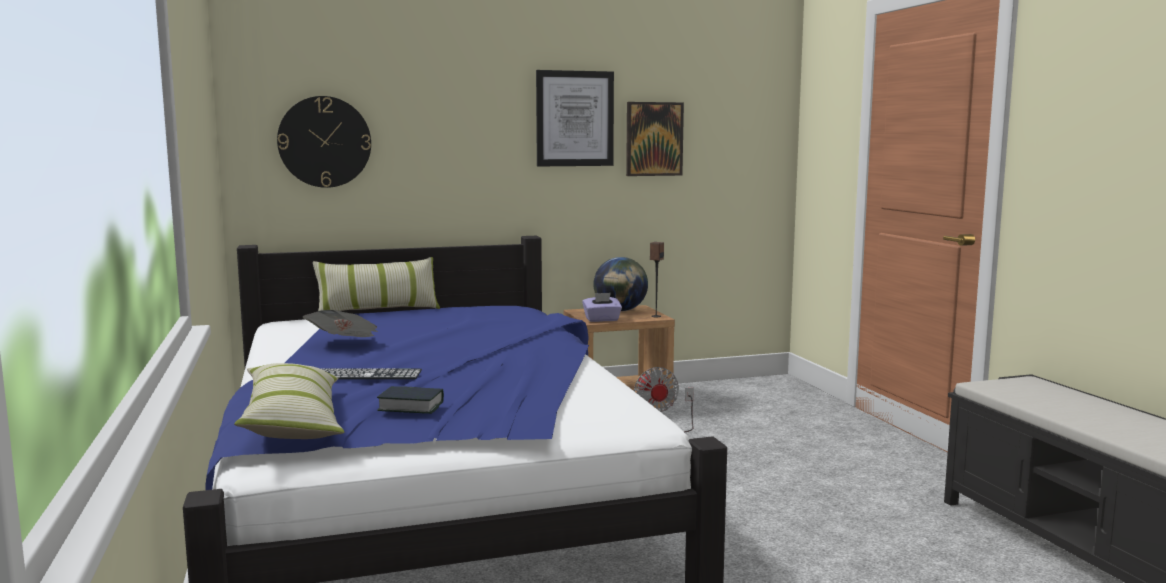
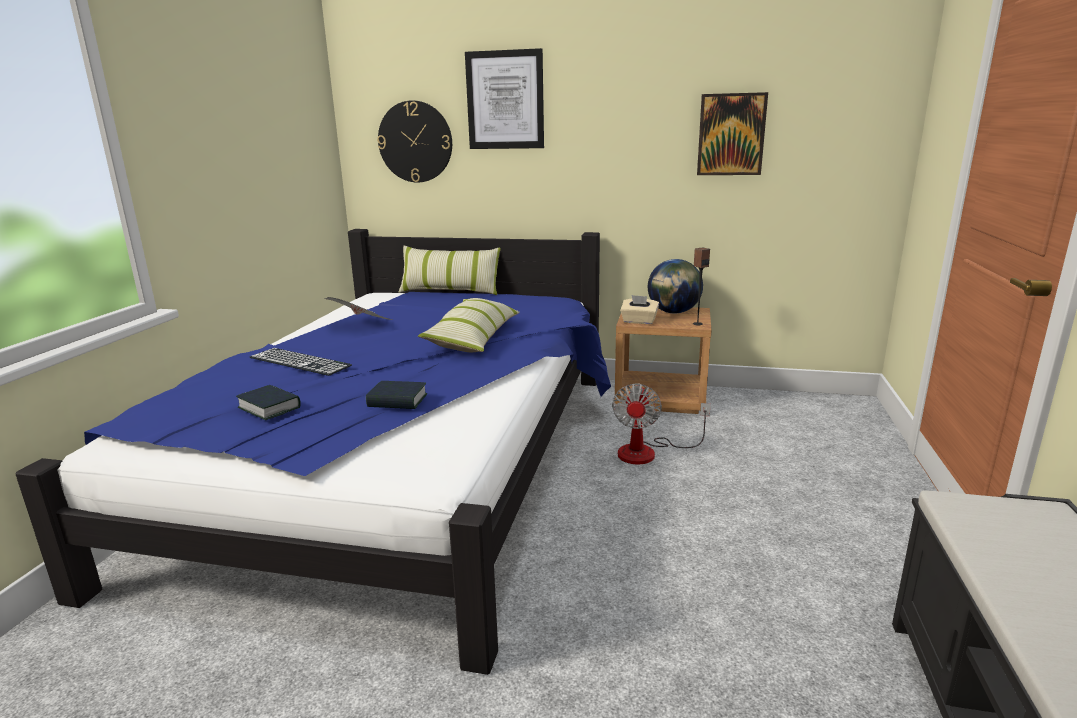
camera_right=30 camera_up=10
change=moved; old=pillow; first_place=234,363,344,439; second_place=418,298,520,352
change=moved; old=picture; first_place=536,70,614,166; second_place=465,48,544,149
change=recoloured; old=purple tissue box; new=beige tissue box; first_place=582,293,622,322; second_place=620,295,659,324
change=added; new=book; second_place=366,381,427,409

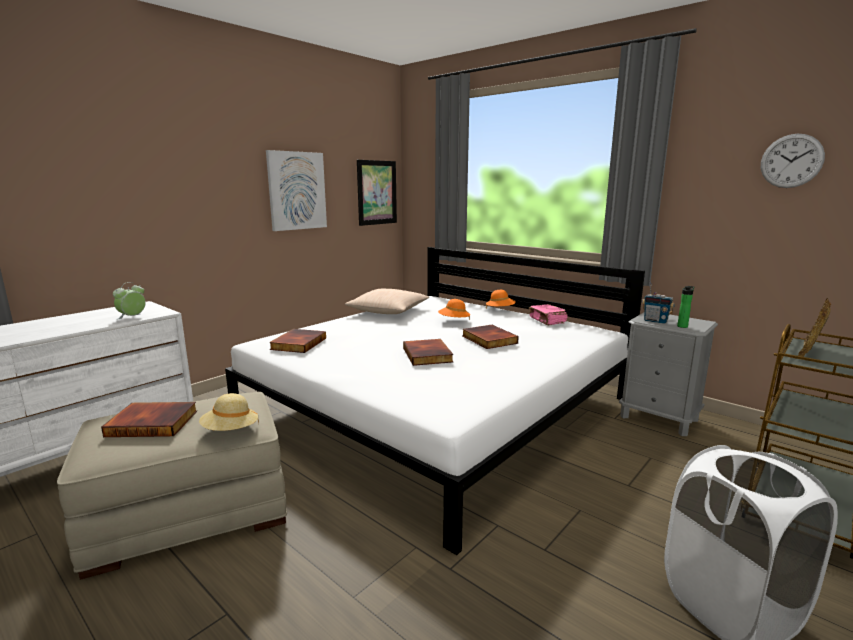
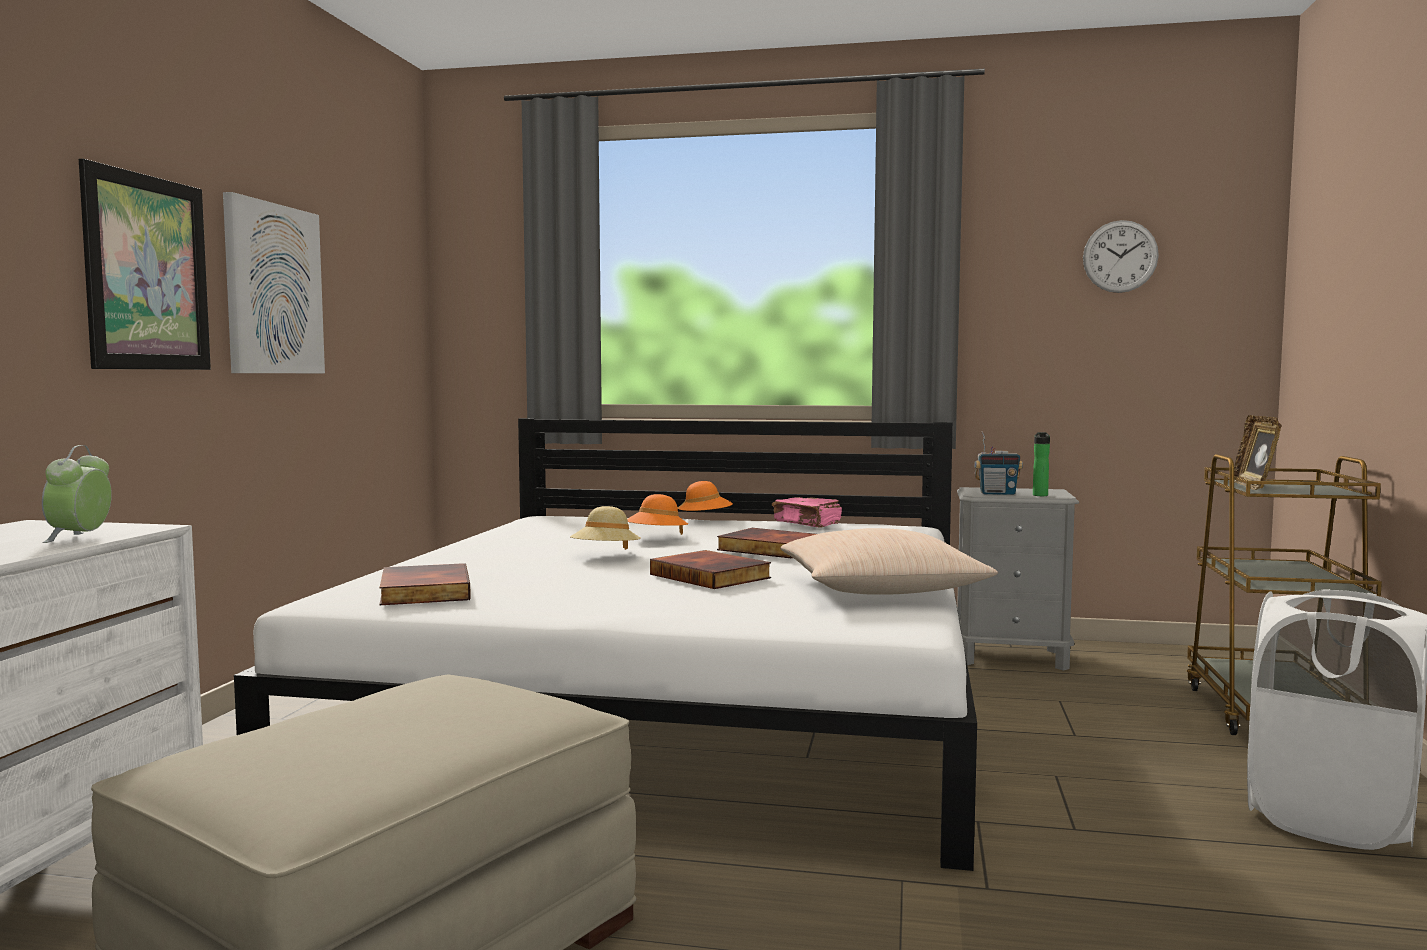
camera_right=-30 camera_up=-10
change=removed; old=book; first_place=101,402,197,437
change=moved; old=beige hat; first_place=199,393,259,431; second_place=570,506,641,550
change=moved; old=beige pillow; first_place=345,289,429,314; second_place=780,528,998,595
change=moved; old=picture; first_place=357,160,397,226; second_place=79,159,211,370

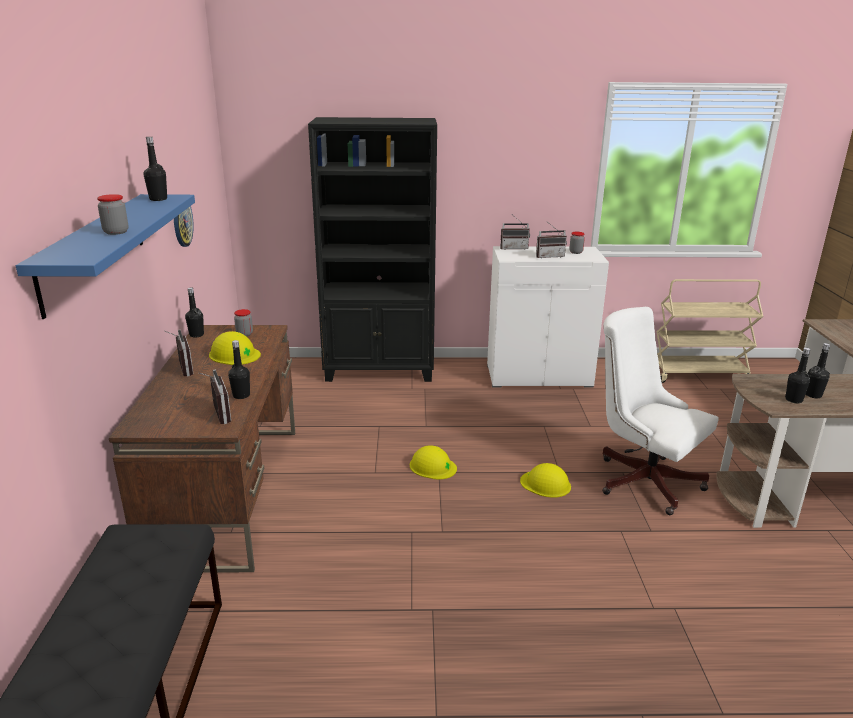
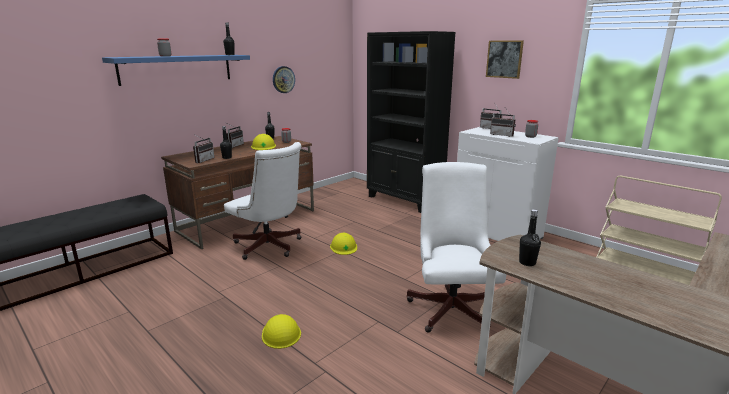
camera_right=45 camera_up=-5
change=moved; old=yellow hard hat; first_place=520,463,571,498; second_place=262,314,301,349
change=removed; old=black bottle; first_place=806,343,830,398
change=added; new=white office chair; second_place=224,142,302,260
change=added; new=picture; second_place=486,40,524,79

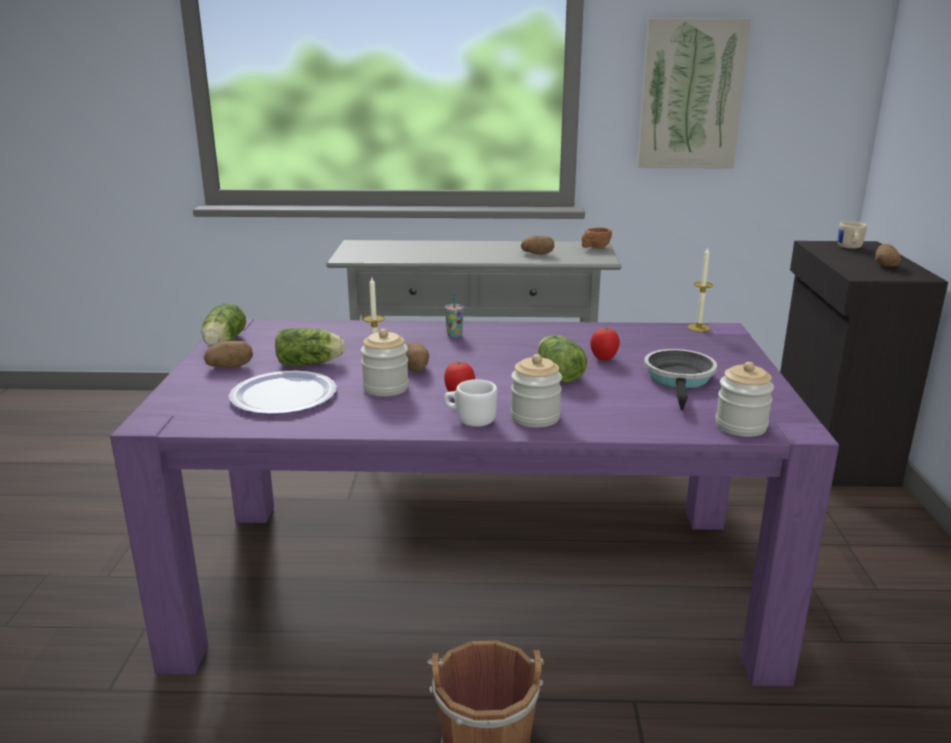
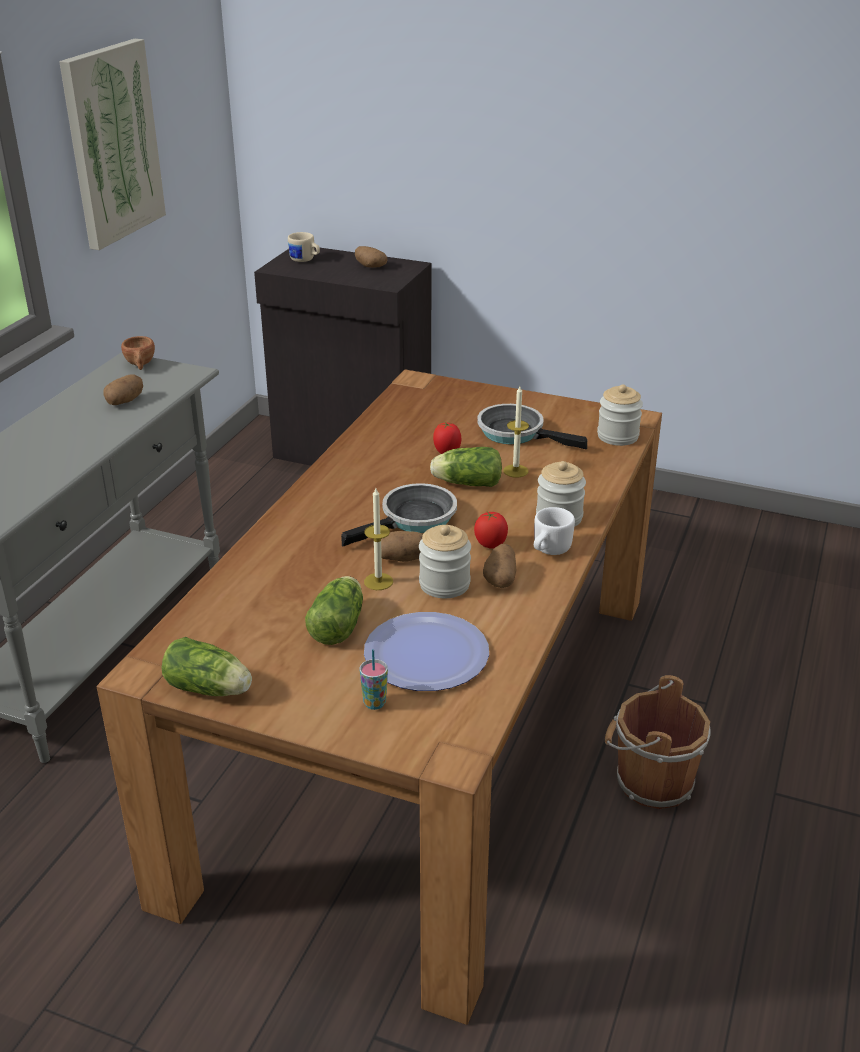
camera_right=-70 camera_up=10
change=recoloured; old=purple dining table; new=brown dining table; first_place=110,319,839,687; second_place=97,369,662,1025
change=moved; old=potato; first_place=204,341,253,368; second_place=483,544,516,588
change=moved; old=cup; first_place=445,292,464,338; second_place=359,649,388,710
change=moved; old=candle; first_place=688,247,714,332; second_place=503,386,529,478
change=added; new=frying pan; second_place=341,483,457,546

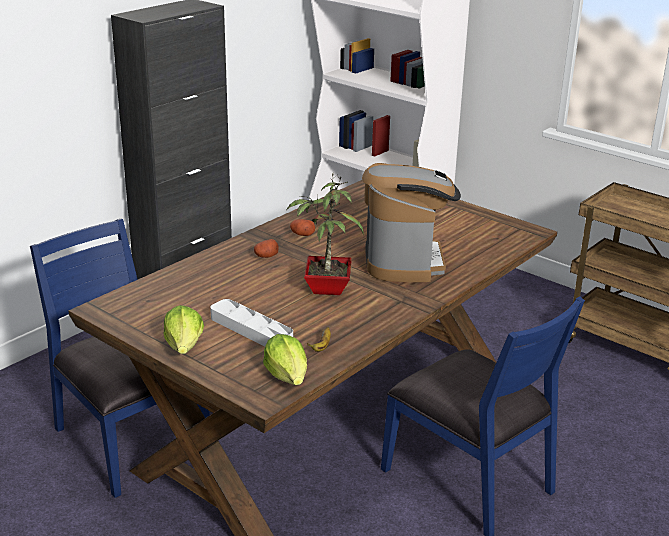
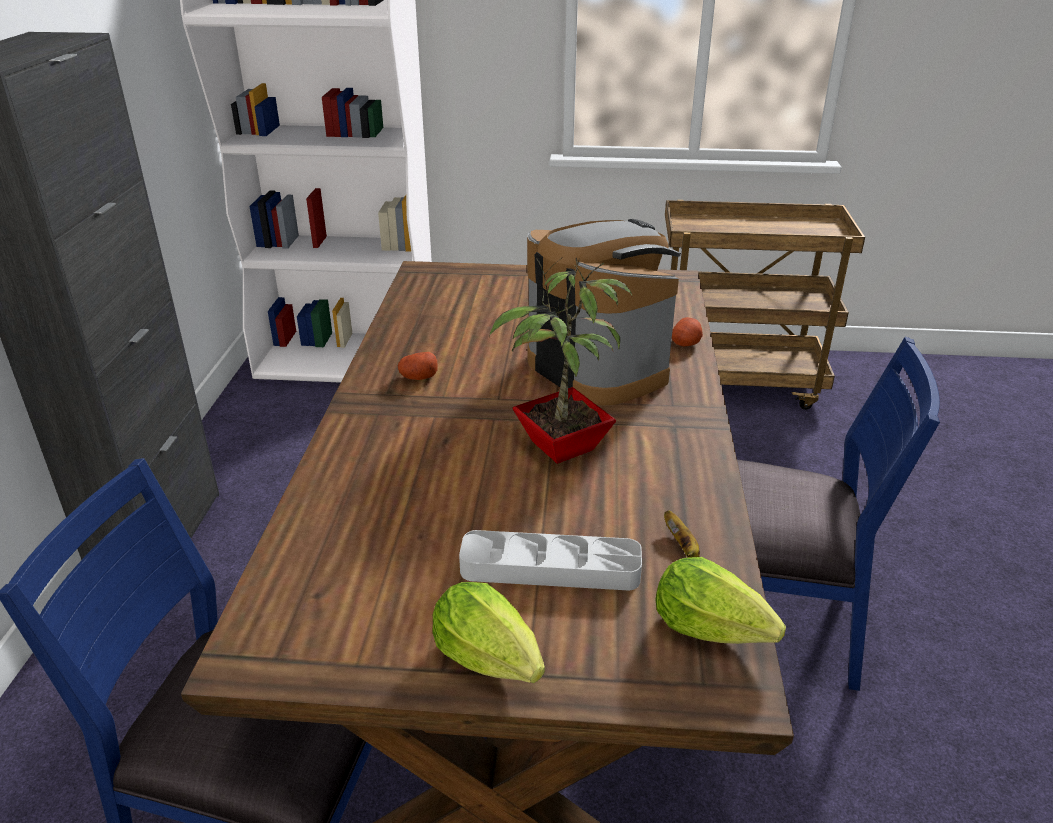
camera_right=-35 camera_up=5
change=moved; old=potato; first_place=254,239,279,258; second_place=672,317,703,346

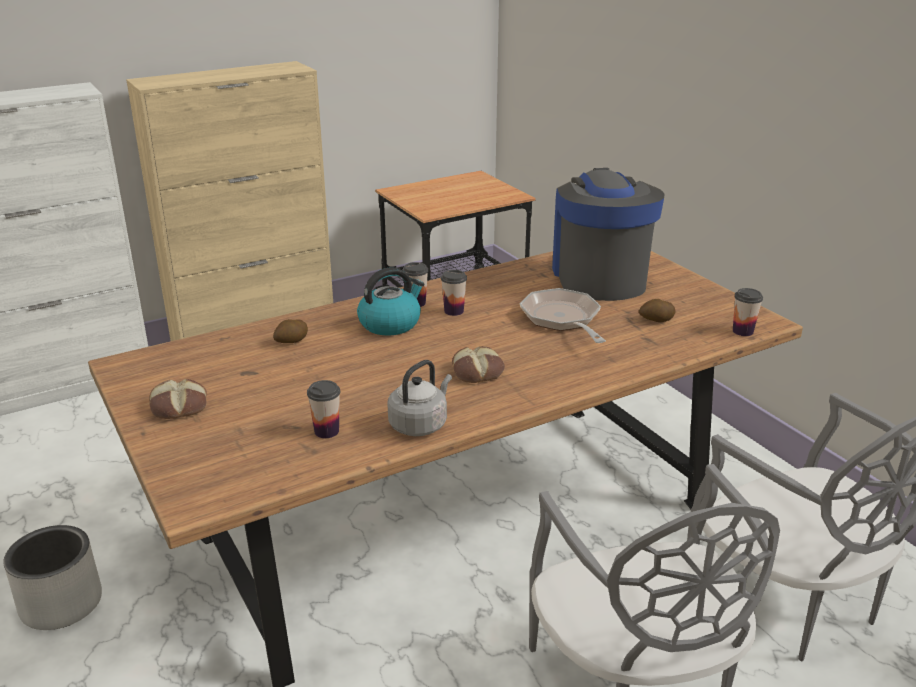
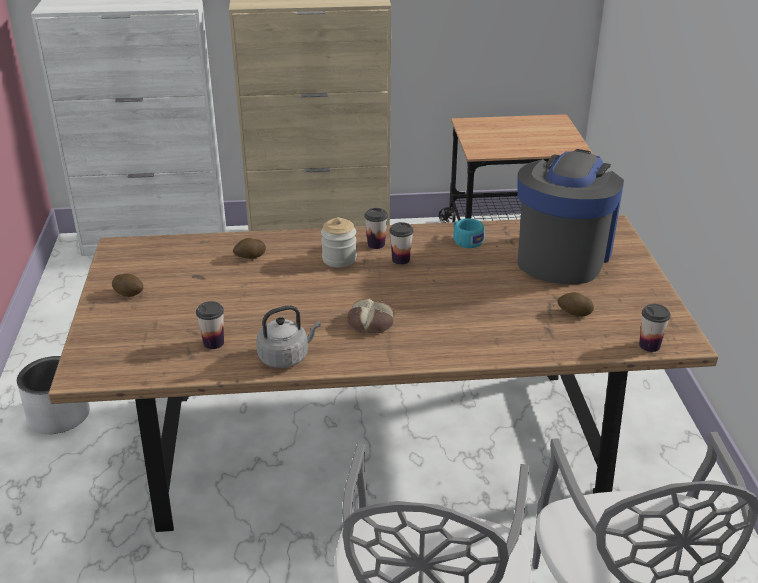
camera_right=25 camera_up=5
change=replaced; old=bread; new=potato; first_place=149,379,207,419; second_place=112,273,143,297
change=replaced; old=kettle; new=jar; first_place=357,267,424,335; second_place=321,217,357,267
change=removed; old=frying pan; first_place=520,288,606,343
change=added; new=turquoise cup; second_place=453,218,485,248

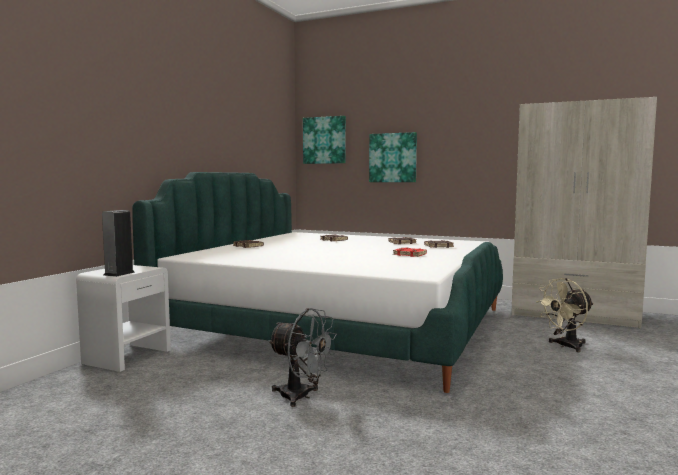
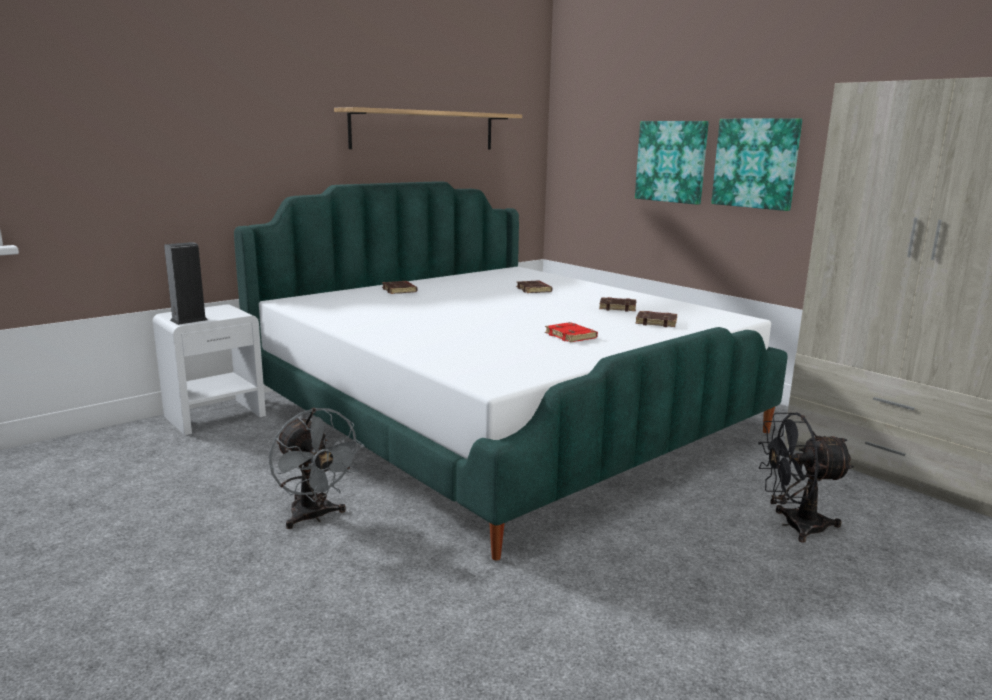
camera_right=25 camera_up=10
change=moved; old=picture; first_place=303,116,346,164; second_place=711,118,802,211
change=recoloured; old=beige fan; new=black fan; first_place=536,278,594,352; second_place=758,413,854,543
change=added; new=shelf; second_place=334,107,522,150

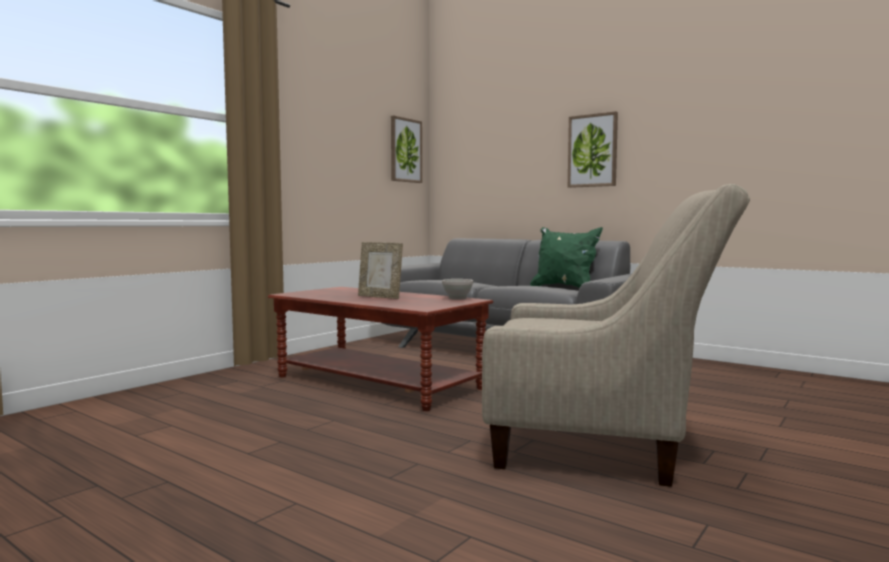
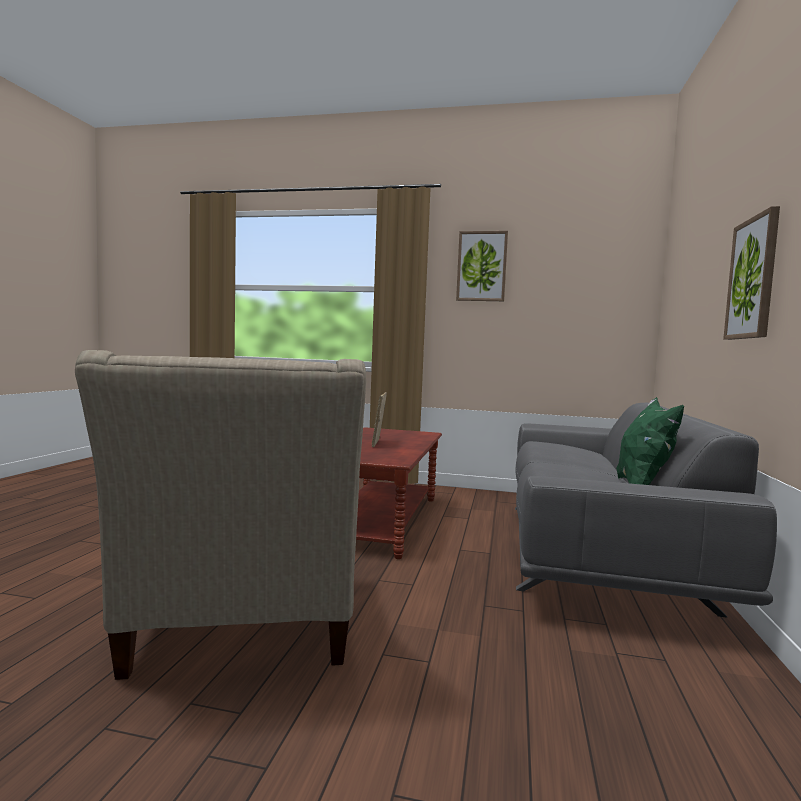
camera_right=65 camera_up=0
change=moved; old=picture; first_place=391,116,422,183; second_place=456,231,508,301
change=removed; old=white bowl; first_place=442,279,473,300

